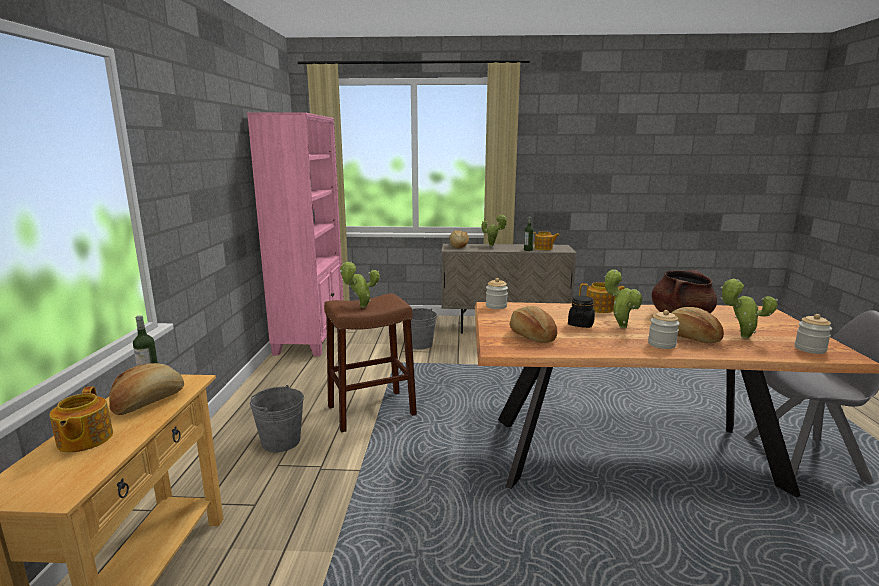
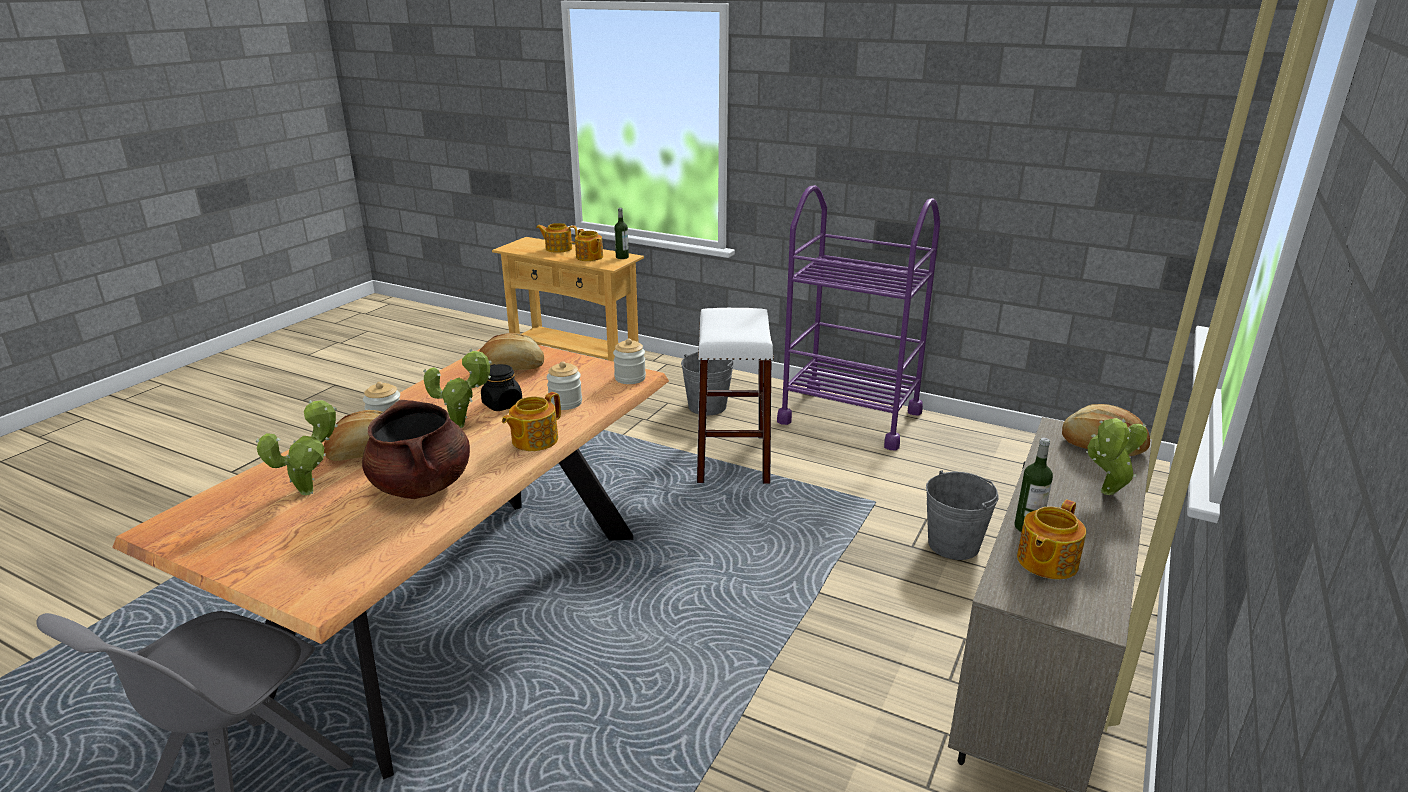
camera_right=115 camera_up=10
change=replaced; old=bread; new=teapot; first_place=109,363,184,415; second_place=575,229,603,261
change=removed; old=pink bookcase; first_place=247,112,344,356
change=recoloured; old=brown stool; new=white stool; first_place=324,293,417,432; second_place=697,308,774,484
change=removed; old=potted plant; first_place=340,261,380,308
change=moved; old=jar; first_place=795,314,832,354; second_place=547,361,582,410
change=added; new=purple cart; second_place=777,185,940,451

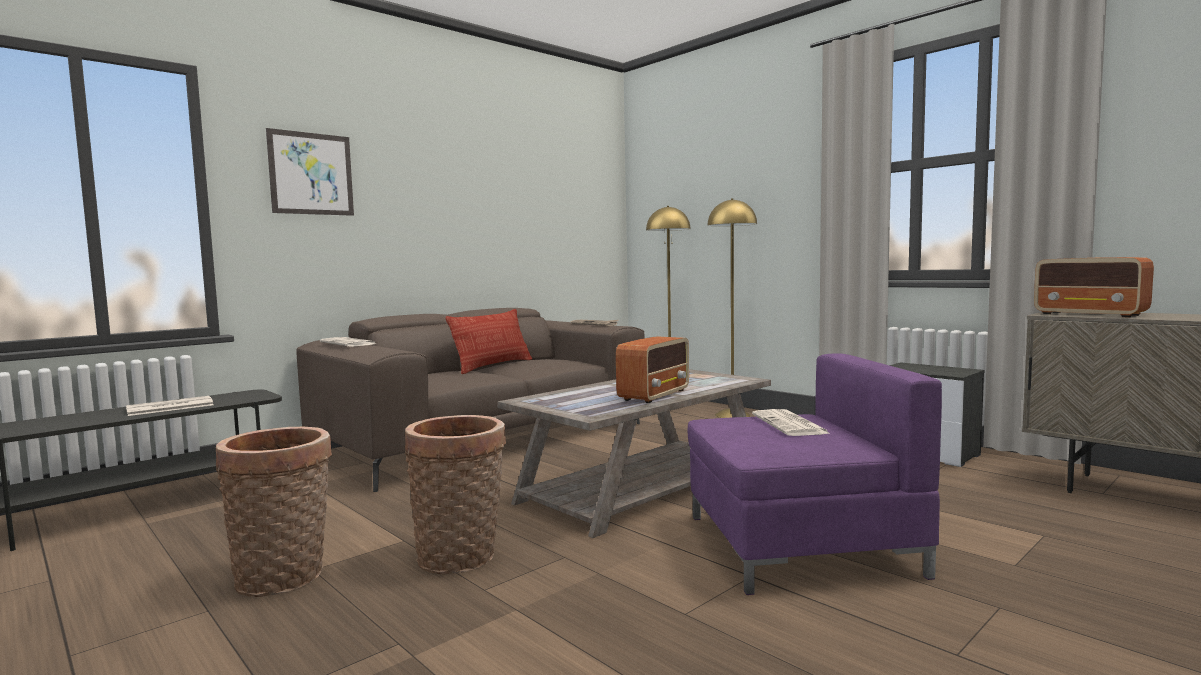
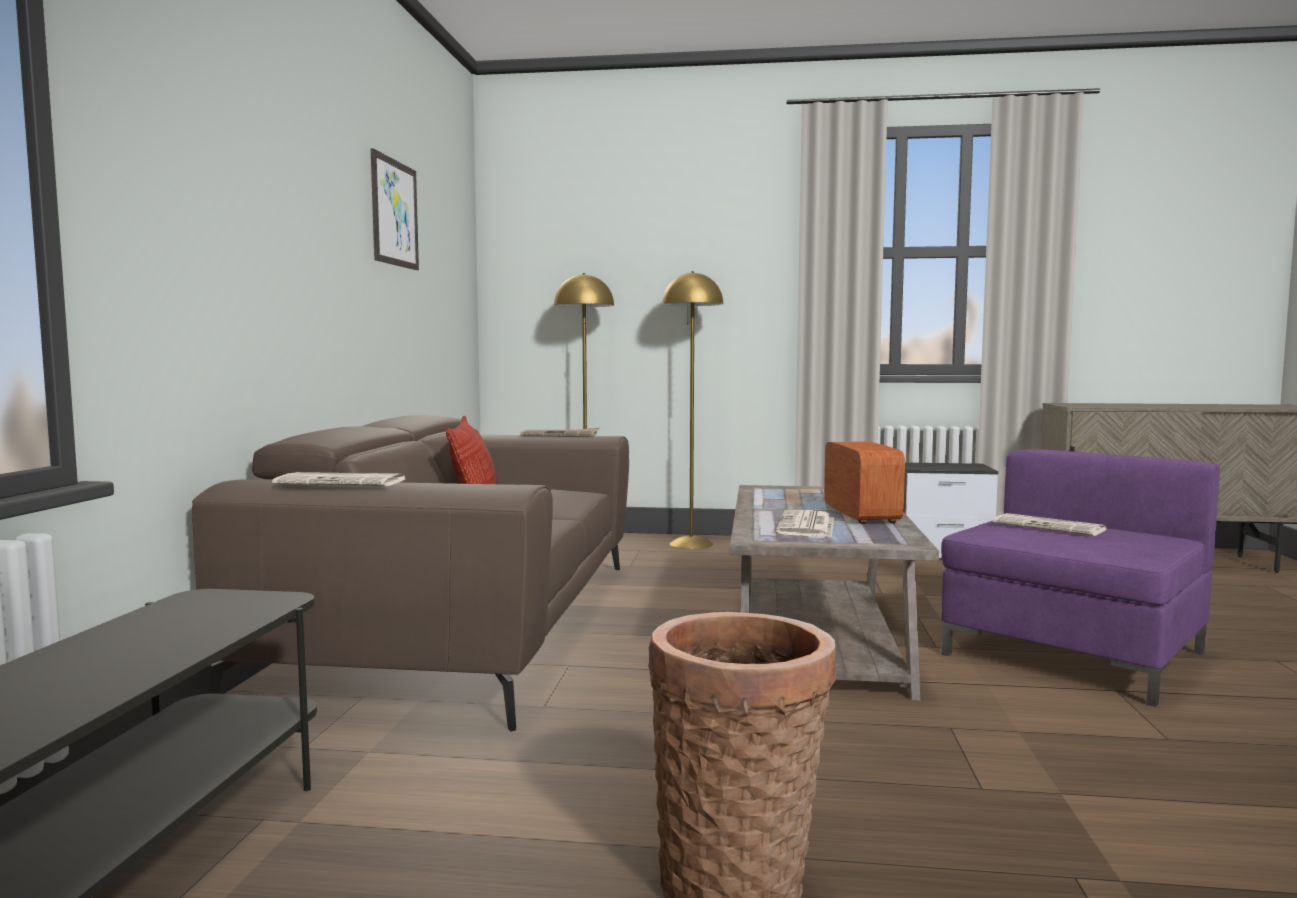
camera_right=-40 camera_up=0
change=moved; old=newspaper; first_place=126,396,214,416; second_place=776,510,834,537
change=moved; old=picture; first_place=266,128,354,216; second_place=371,148,419,270
change=removed; old=basket; first_place=405,415,506,574
change=removed; old=radio; first_place=1034,257,1154,318

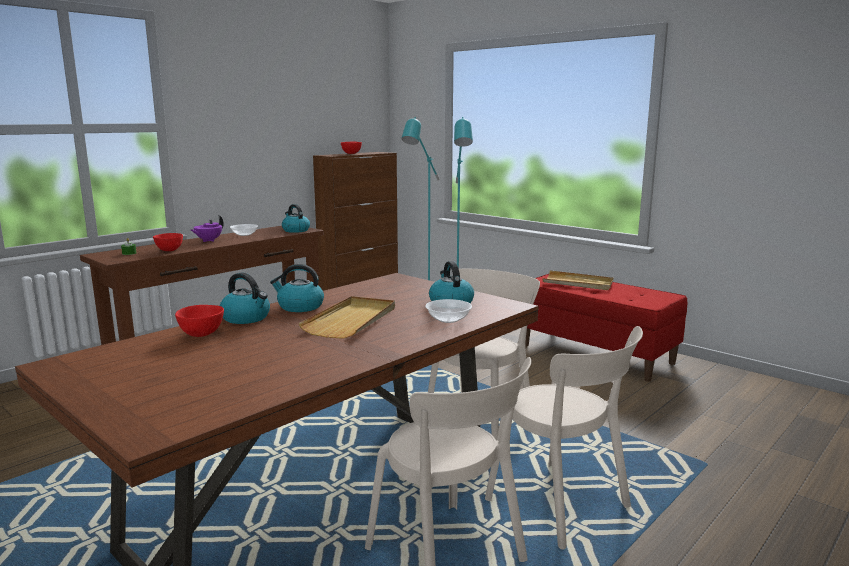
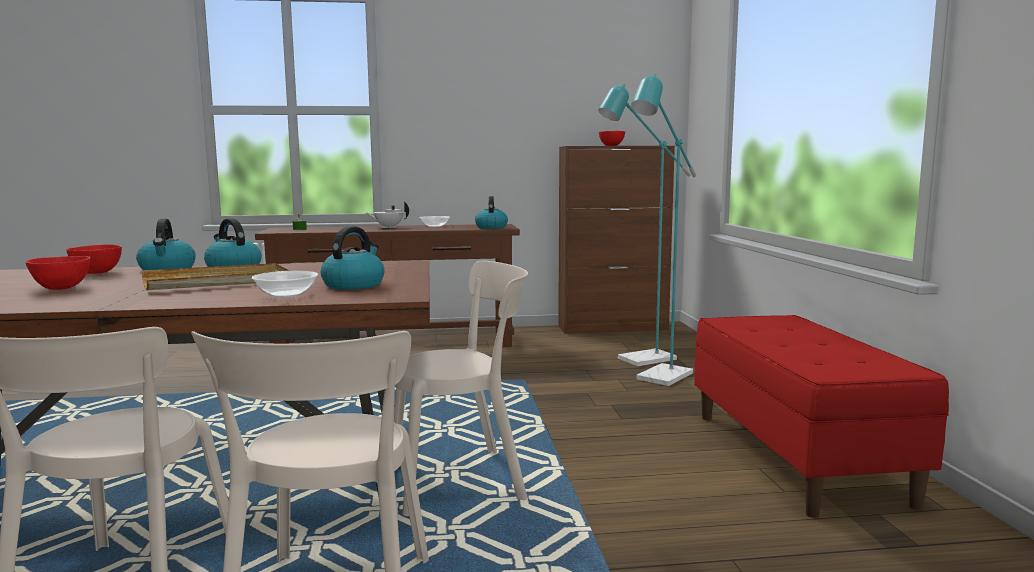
camera_right=40 camera_up=-5
change=moved; old=red bowl; first_place=153,233,183,251; second_place=26,256,90,290
change=recoloured; old=purple teapot; new=white teapot; first_place=191,215,224,242; second_place=366,202,409,228
change=removed; old=beige tray; first_place=542,270,613,290

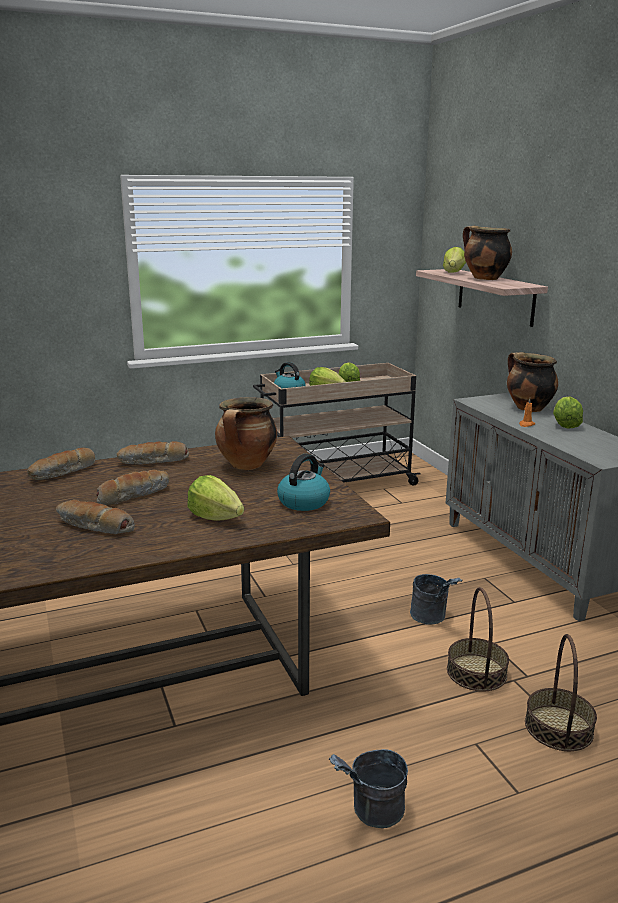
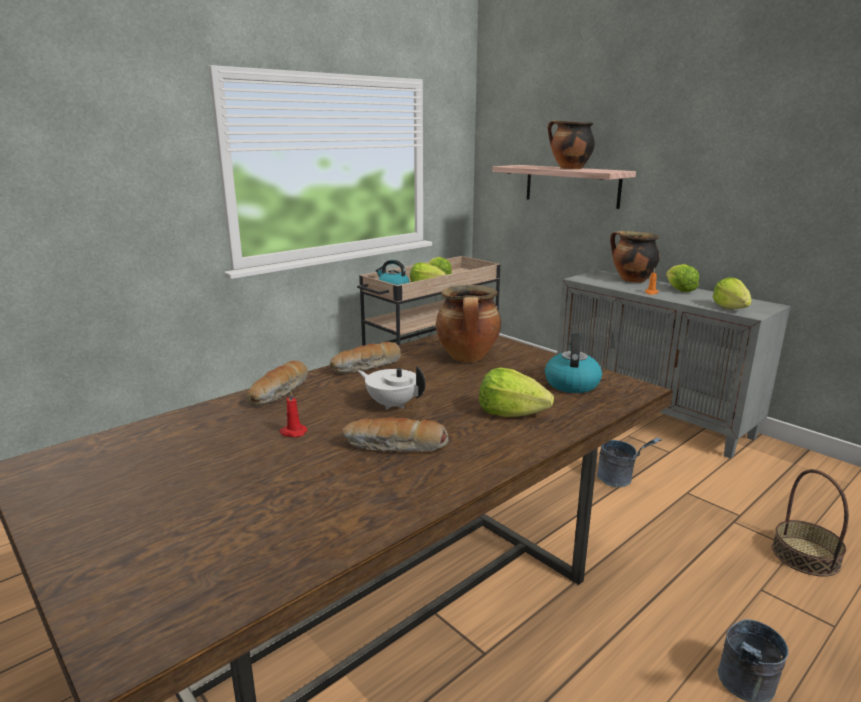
camera_right=-20 camera_up=0
change=replaced; old=bread; new=white teapot; first_place=96,470,169,506; second_place=358,366,426,410
change=moved; old=lettuce; first_place=443,247,466,273; second_place=713,277,752,309
change=removed; old=basket; first_place=447,587,509,691
change=added; new=red candle; second_place=279,390,308,437

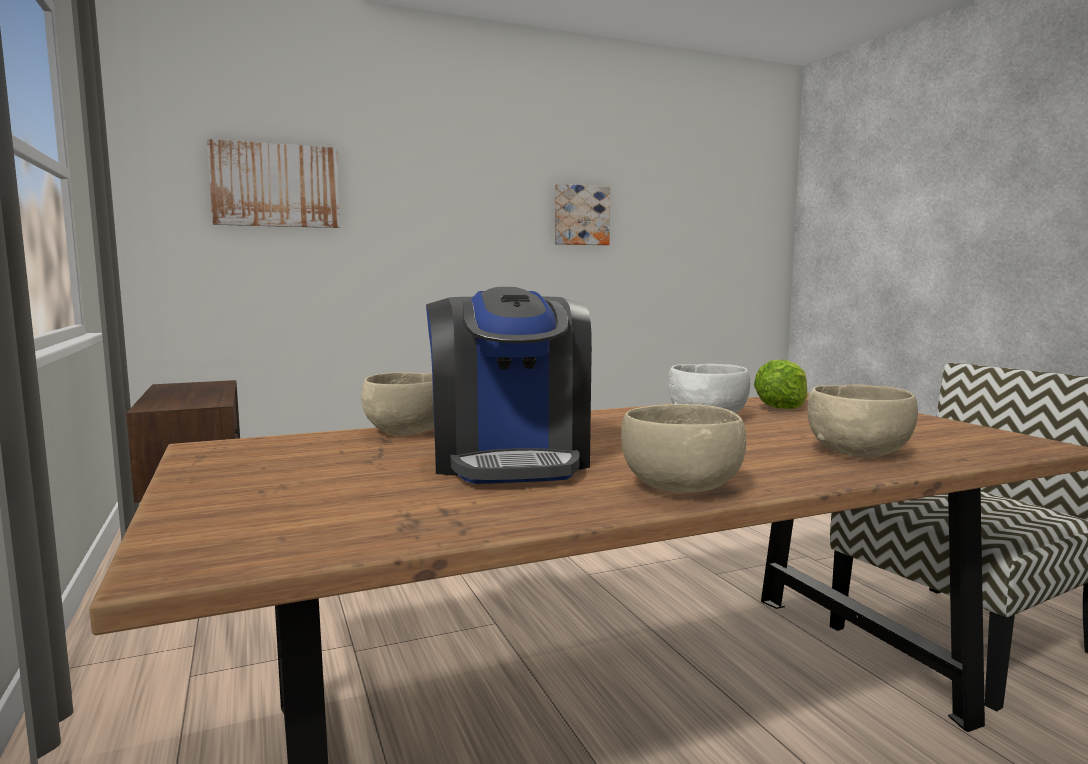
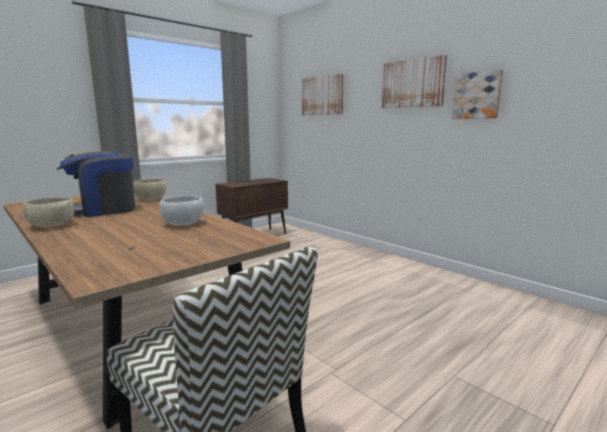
camera_right=70 camera_up=5
change=removed; old=lettuce; first_place=754,360,808,409
change=removed; old=beige bowl; first_place=807,384,918,458
change=added; new=picture; second_place=382,55,447,108

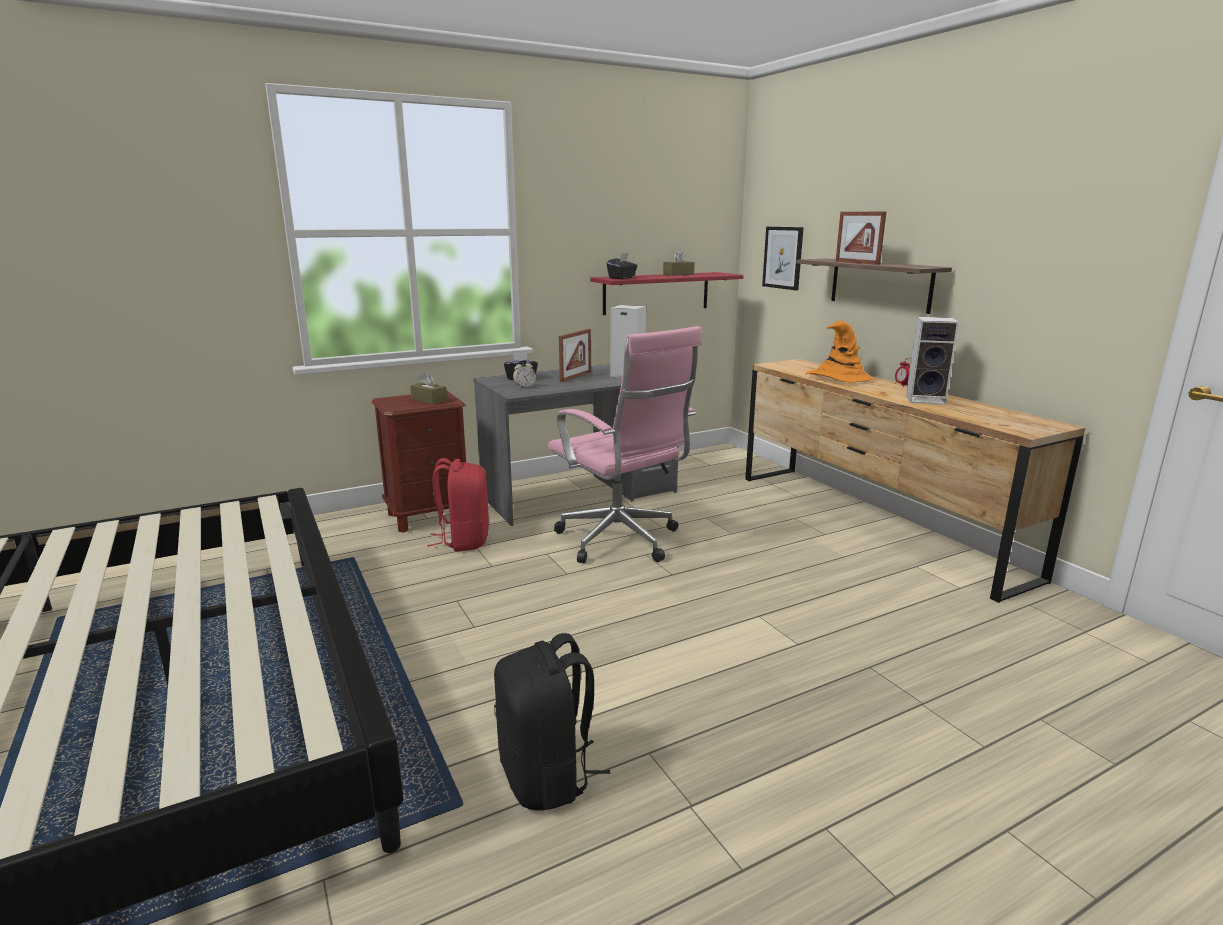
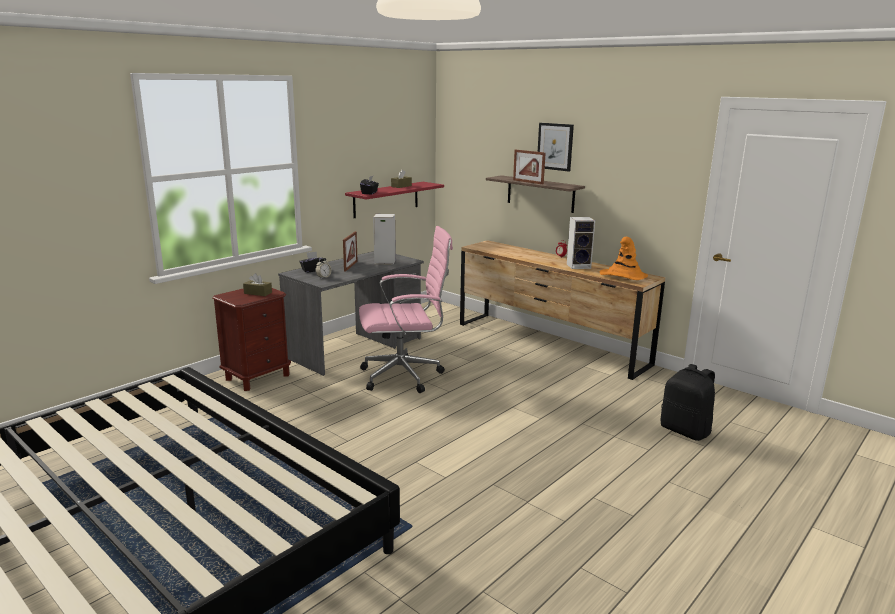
camera_right=-20 camera_up=0
change=removed; old=red backpack; first_place=427,458,489,551
change=moved; old=black backpack; first_place=494,633,610,811; second_place=661,364,715,441
change=turned; old=pink office chair; first_place=548,326,702,563; second_place=359,226,453,393; degrees=-45
change=moved; old=picture; first_place=762,227,804,290; second_place=538,123,574,171
change=moved; old=orange hat; first_place=805,321,874,383; second_place=600,237,648,280

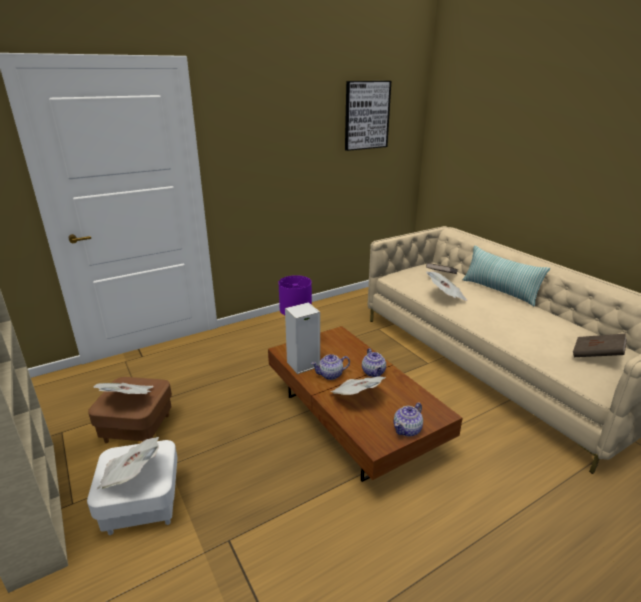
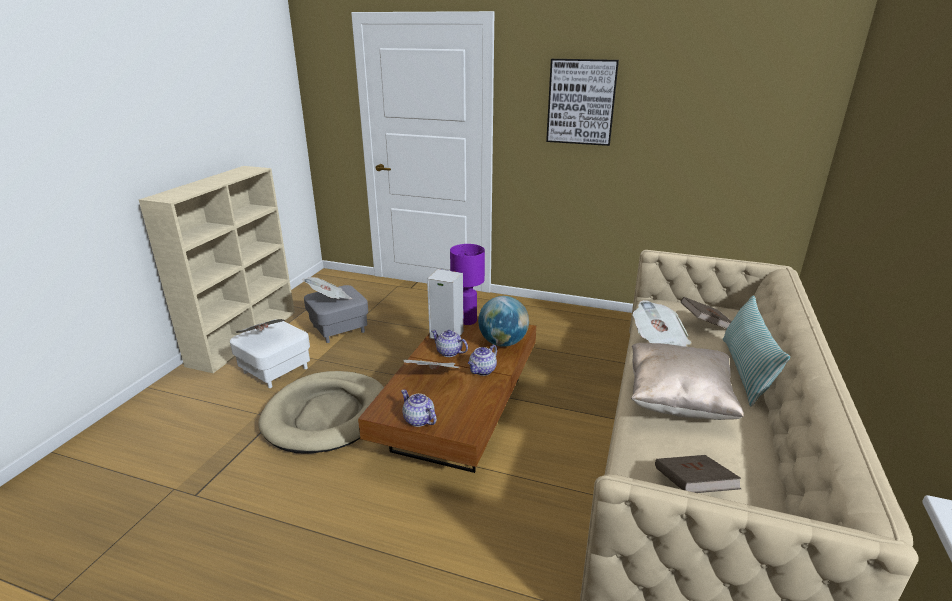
camera_right=50 camera_up=0
change=recoloured; old=brown ottoman; new=grey ottoman; first_place=88,377,172,443; second_place=304,285,368,343
change=moved; old=picture; first_place=345,81,391,151; second_place=546,59,619,146
change=turned; old=teapot; first_place=393,403,423,437; second_place=401,390,437,427; degrees=45
change=added; new=beige dog bed; second_place=258,371,384,453
change=added; new=globe; second_place=478,296,529,347
change=added; new=beige pillow; second_place=631,343,744,420

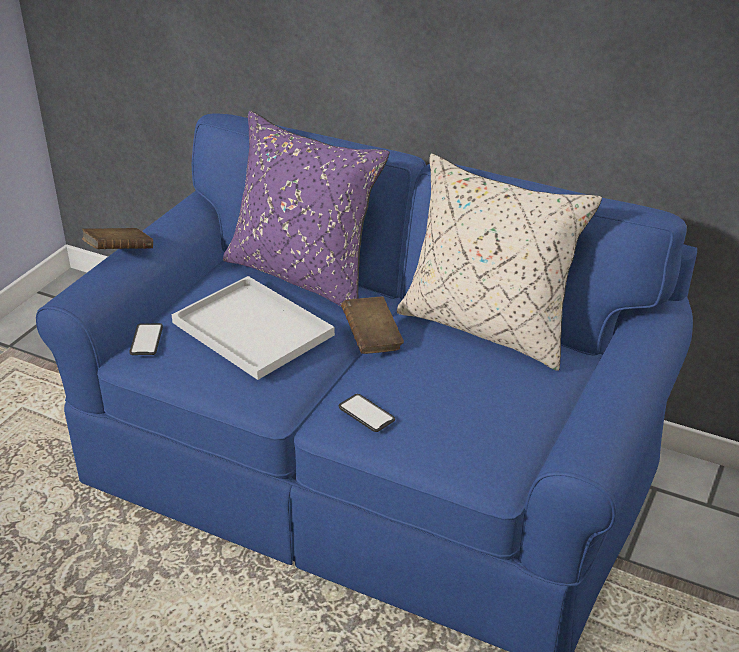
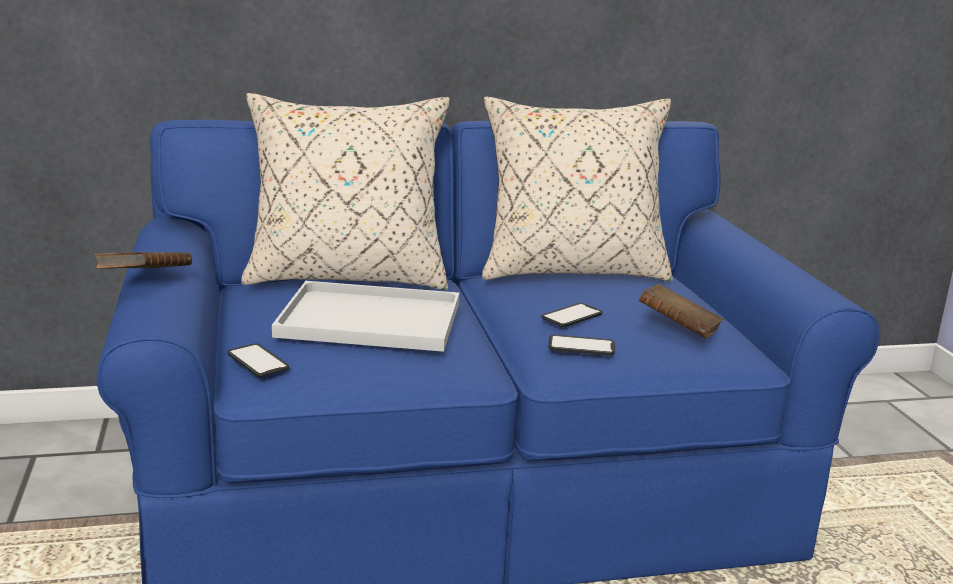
camera_right=-40 camera_up=-15
change=recoloured; old=purple pillow; new=beige pillow; first_place=223,111,390,306; second_place=241,93,450,290
change=moved; old=brown book; first_place=341,296,404,354; second_place=639,284,723,338
change=added; new=phone; second_place=541,303,602,327

